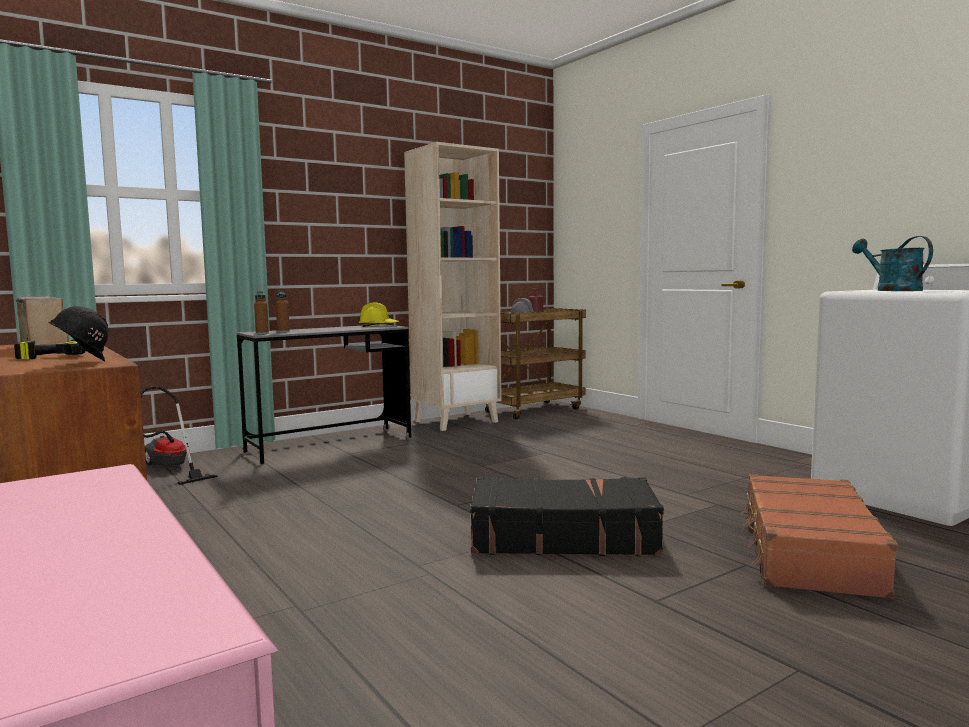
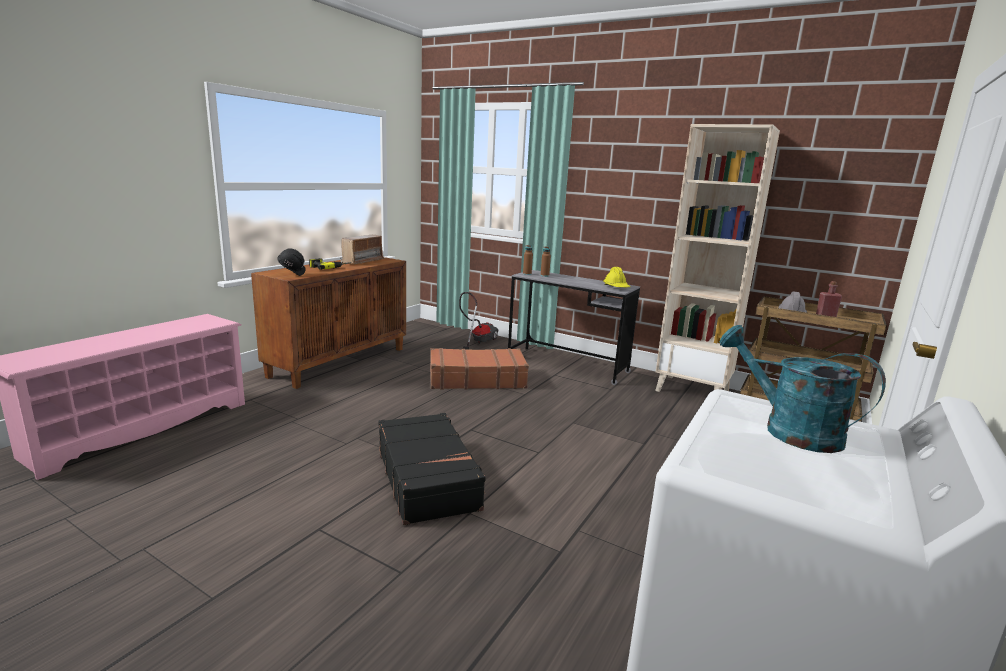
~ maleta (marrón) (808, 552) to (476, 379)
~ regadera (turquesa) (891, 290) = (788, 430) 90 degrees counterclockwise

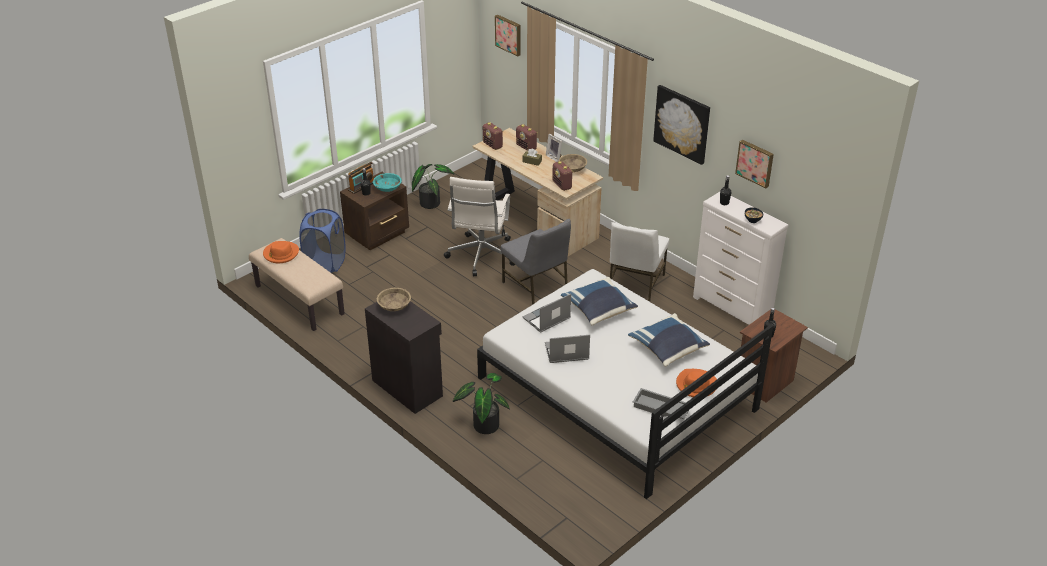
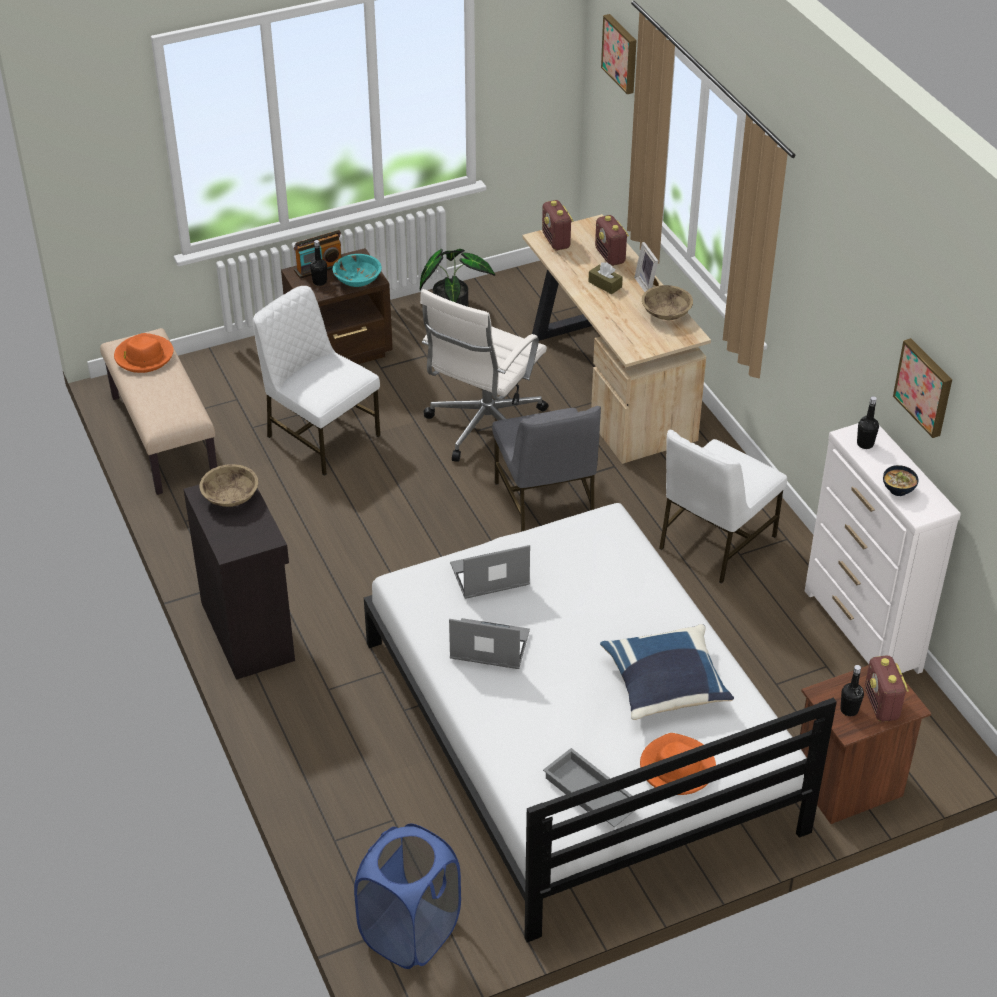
+ silla (blanco) (321, 436)
~ cesto de la ropa (azul) (325, 264) to (410, 932)
~ radio (562, 185) to (881, 705)
- planta en maceta (484, 424)
- cojín (azul) (599, 310)
- cuadro (682, 124)

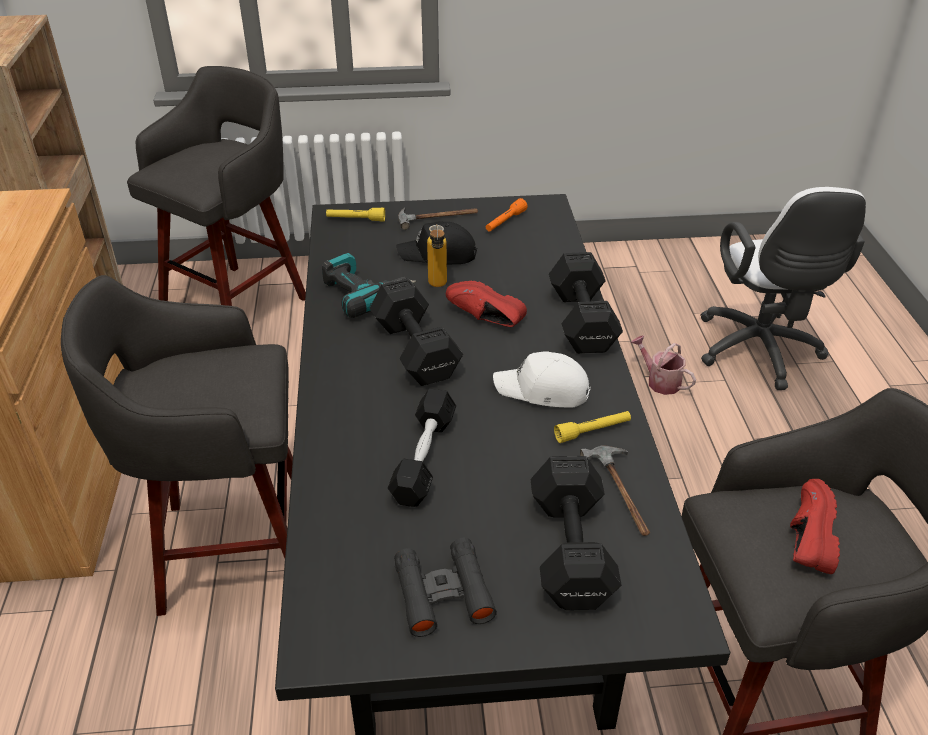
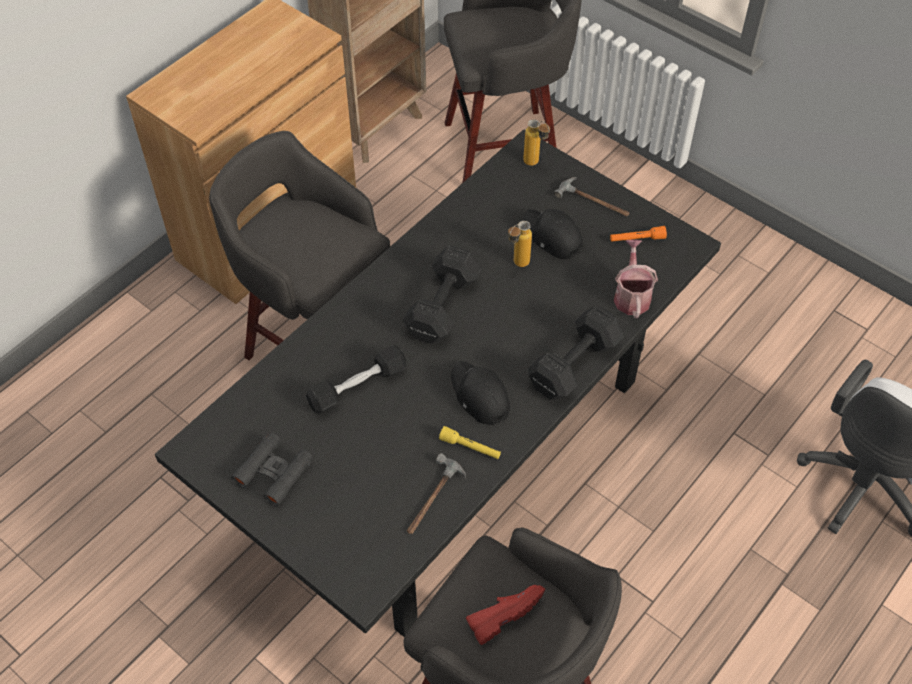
~ gorra (blanco) (543, 390) to gorra (negro) (479, 396)
~ linterna (amarillo) (356, 219) to botella (535, 164)
~ regadera (660, 381) to (631, 295)
- taladro (365, 294)
- zapato (rojo) (484, 319)
- mancuerna (negro) (571, 547)

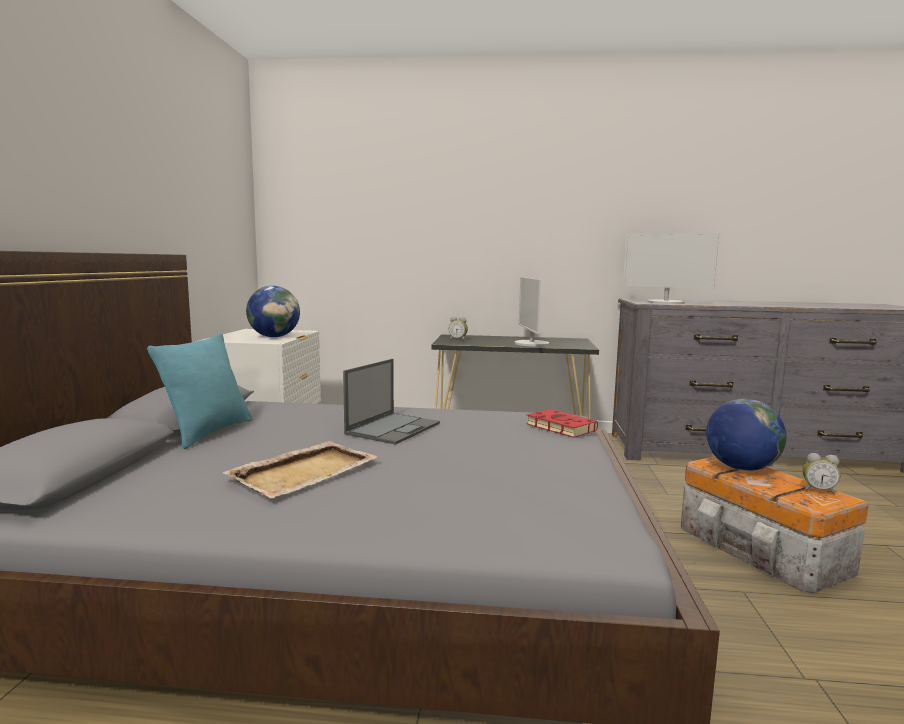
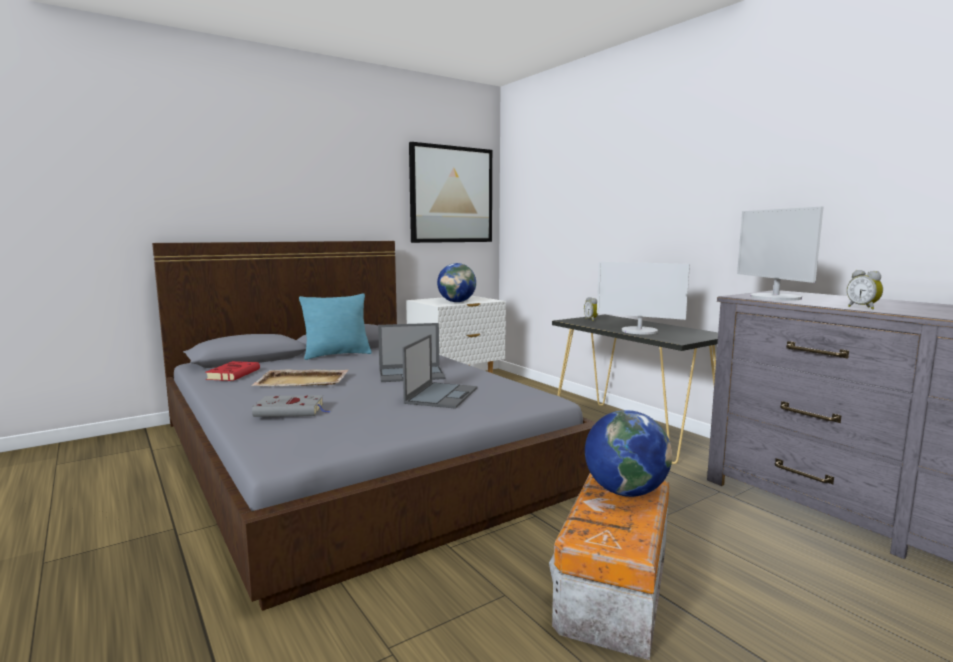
~ libro (rojo) (559, 427) to (234, 374)
+ libro (gris) (291, 411)
+ portátil (442, 395)
+ cuadro (451, 195)
~ monitor (531, 344) = (639, 331) 105 degrees counterclockwise
~ despertador (818, 490) to (863, 308)

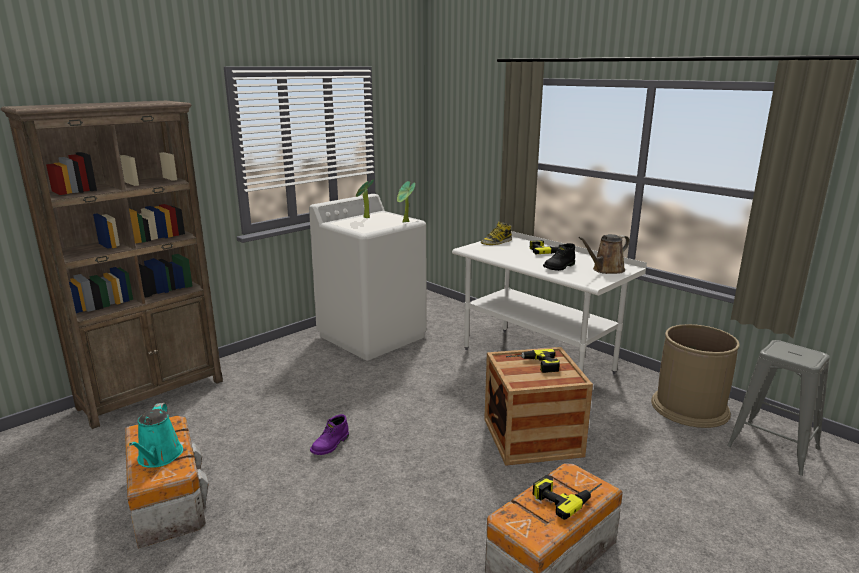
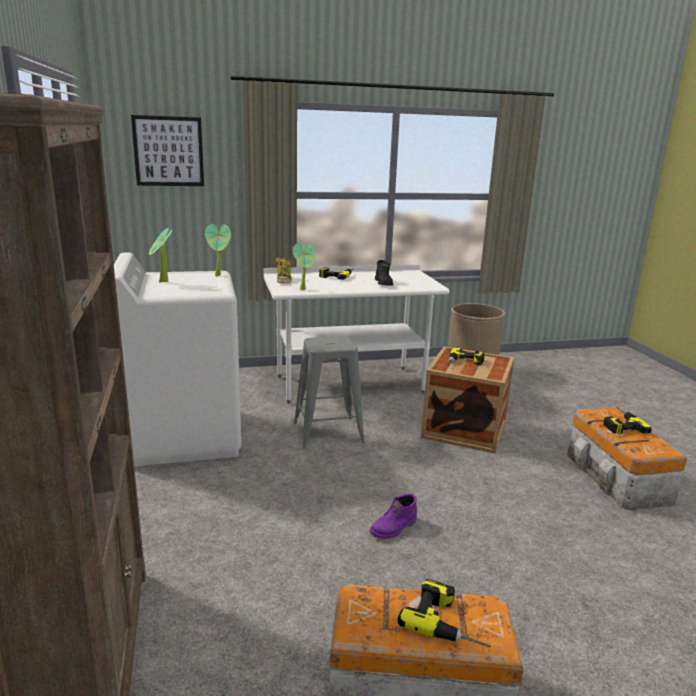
+ cuadro (168, 151)
+ planta en maceta (304, 289)
~ taburete (gris) (773, 447) to (328, 432)
~ bota (morado) (331, 445) = (394, 528) 75 degrees clockwise
~ regadera (turquesa) (159, 457) to taladro (448, 621)
- regadera (marrón) (606, 270)

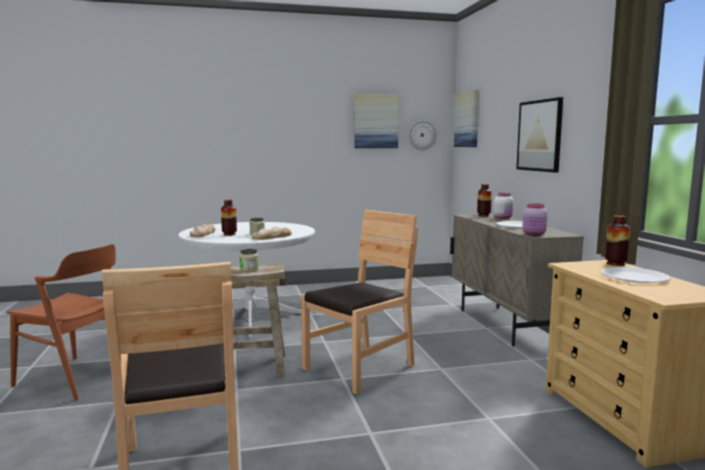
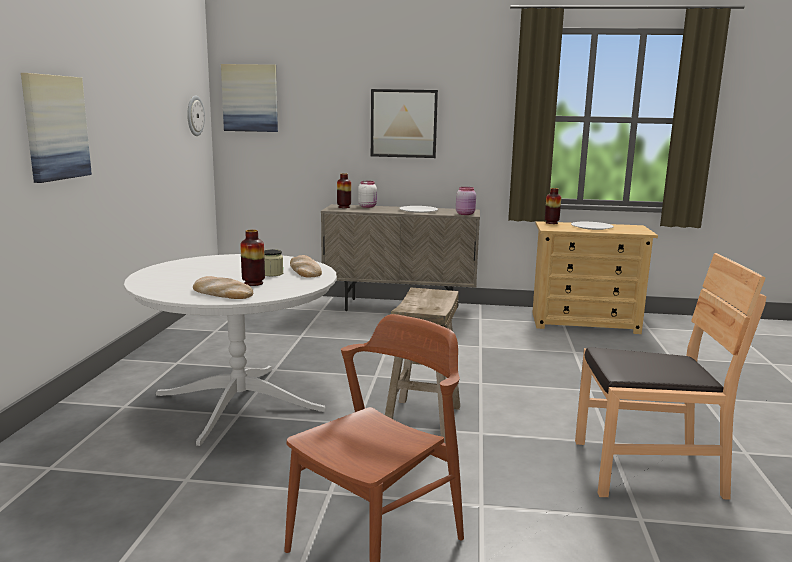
~ cuadro (376, 121) to (55, 127)
- tarro (249, 269)
- silla (marrón) (360, 368)

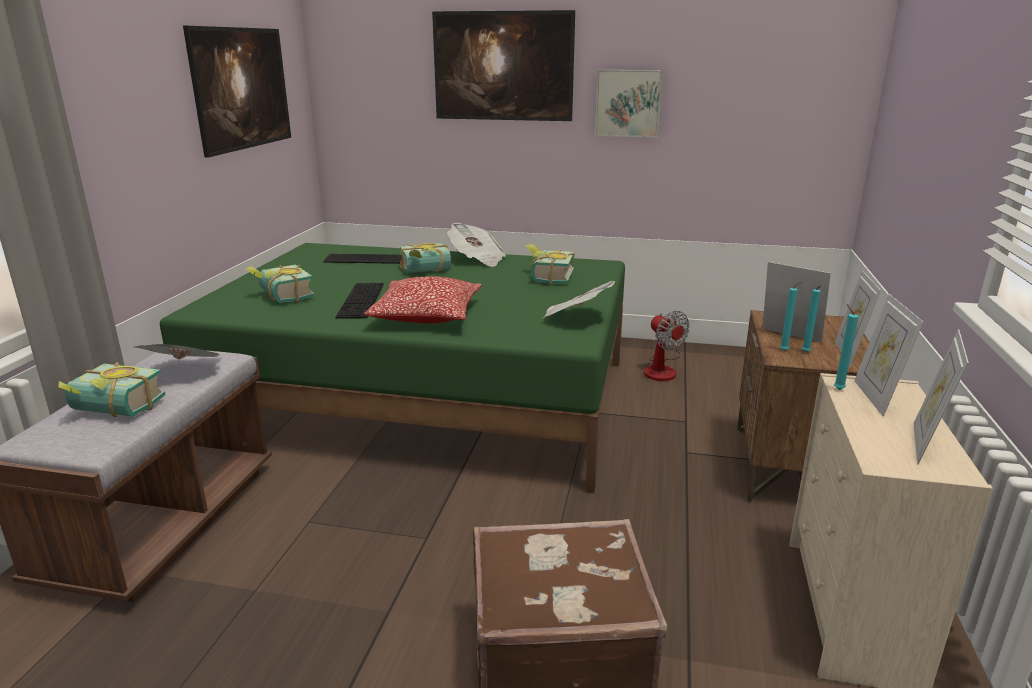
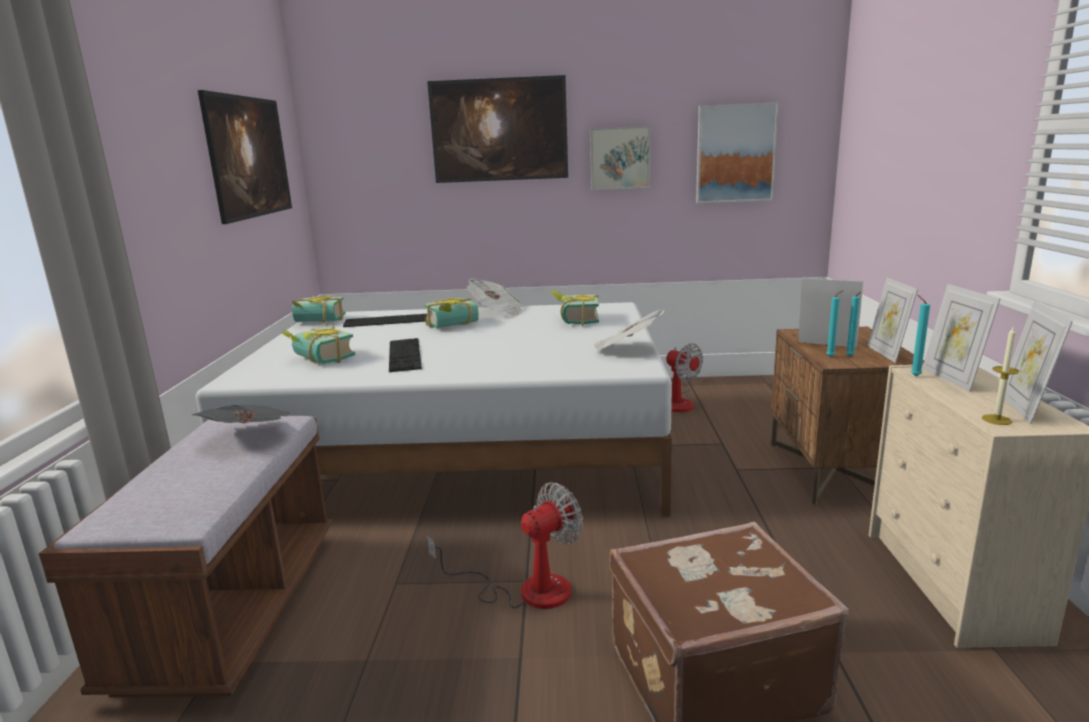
~ cama (verde) (425, 397) to cama (blanco) (463, 452)
~ libro (113, 411) to (318, 322)
+ ventilador (526, 590)
+ cuadro (735, 153)
+ vela (996, 419)
- cojín (426, 316)

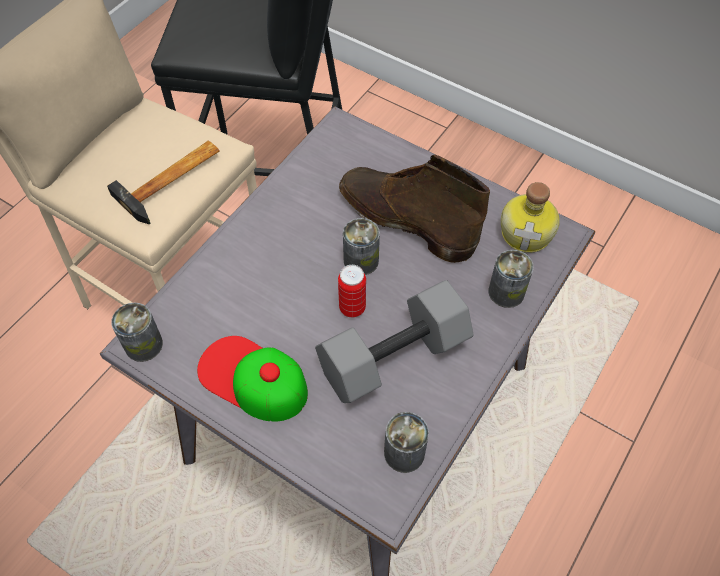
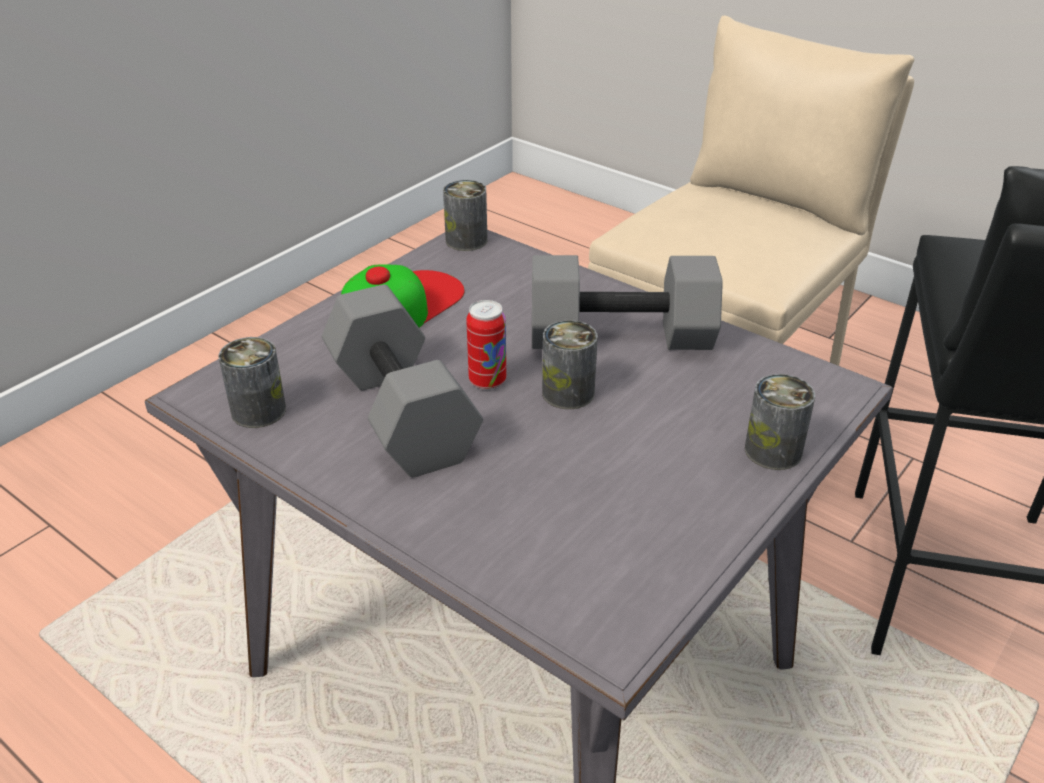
+ mancuerna (gris) (618, 338)
~ lata (506, 292) to (773, 451)
- martillo (173, 181)
- bota (marrón) (405, 219)
- botella (527, 233)

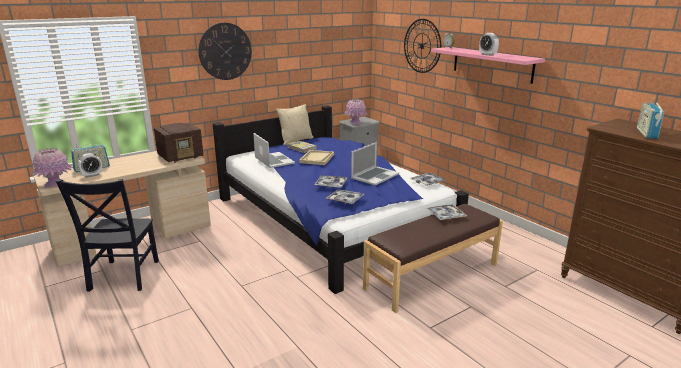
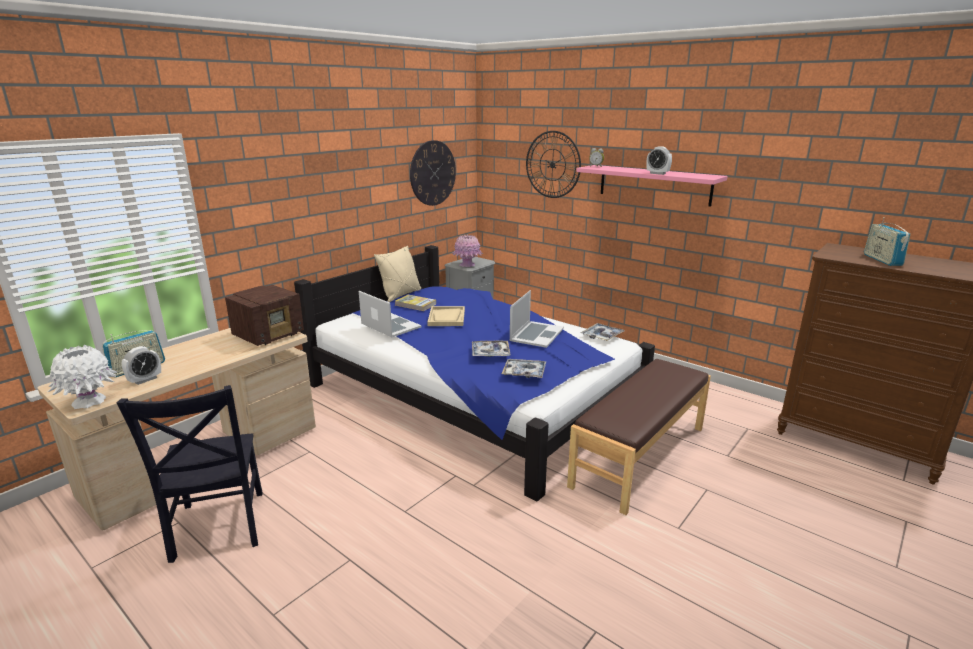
~ florero (rosa) (55, 184) to florero (blanco) (89, 401)
~ reloj de pared (225, 51) to (433, 173)
- bandeja (446, 215)

